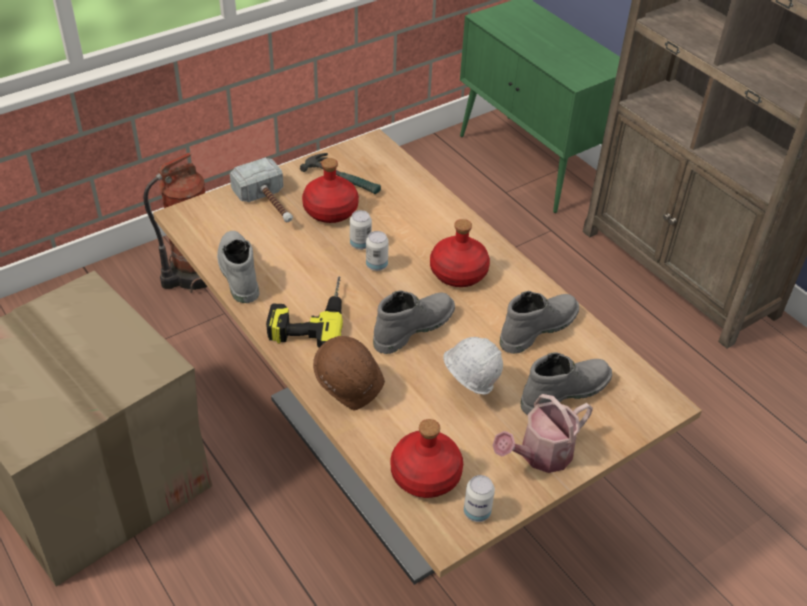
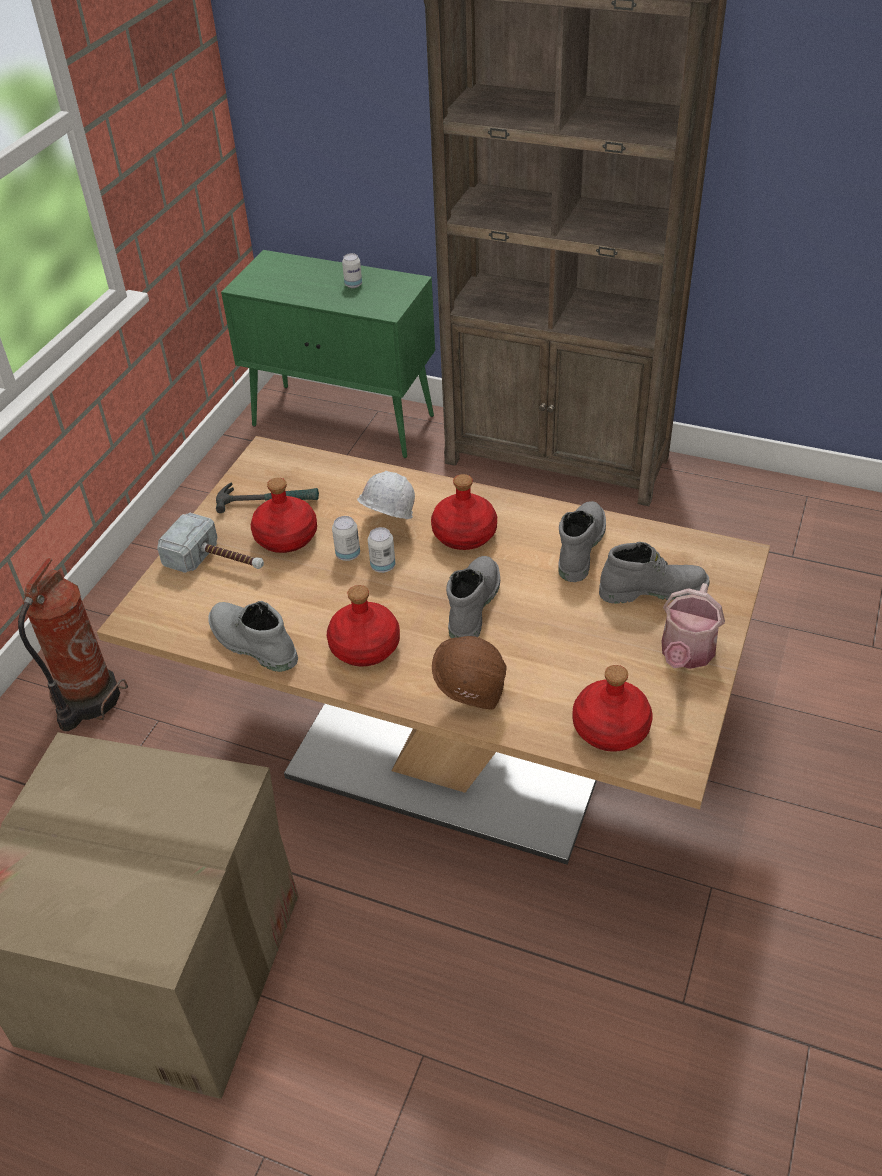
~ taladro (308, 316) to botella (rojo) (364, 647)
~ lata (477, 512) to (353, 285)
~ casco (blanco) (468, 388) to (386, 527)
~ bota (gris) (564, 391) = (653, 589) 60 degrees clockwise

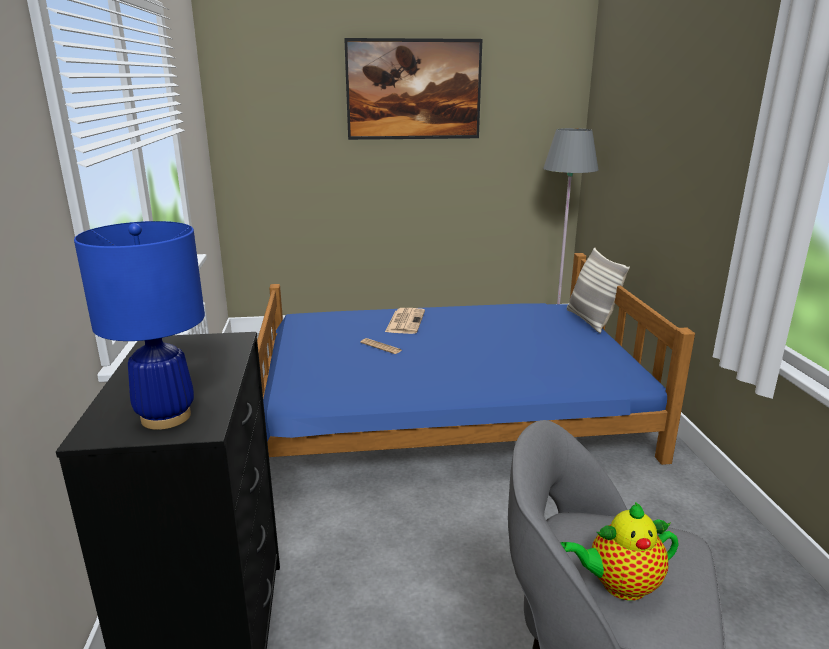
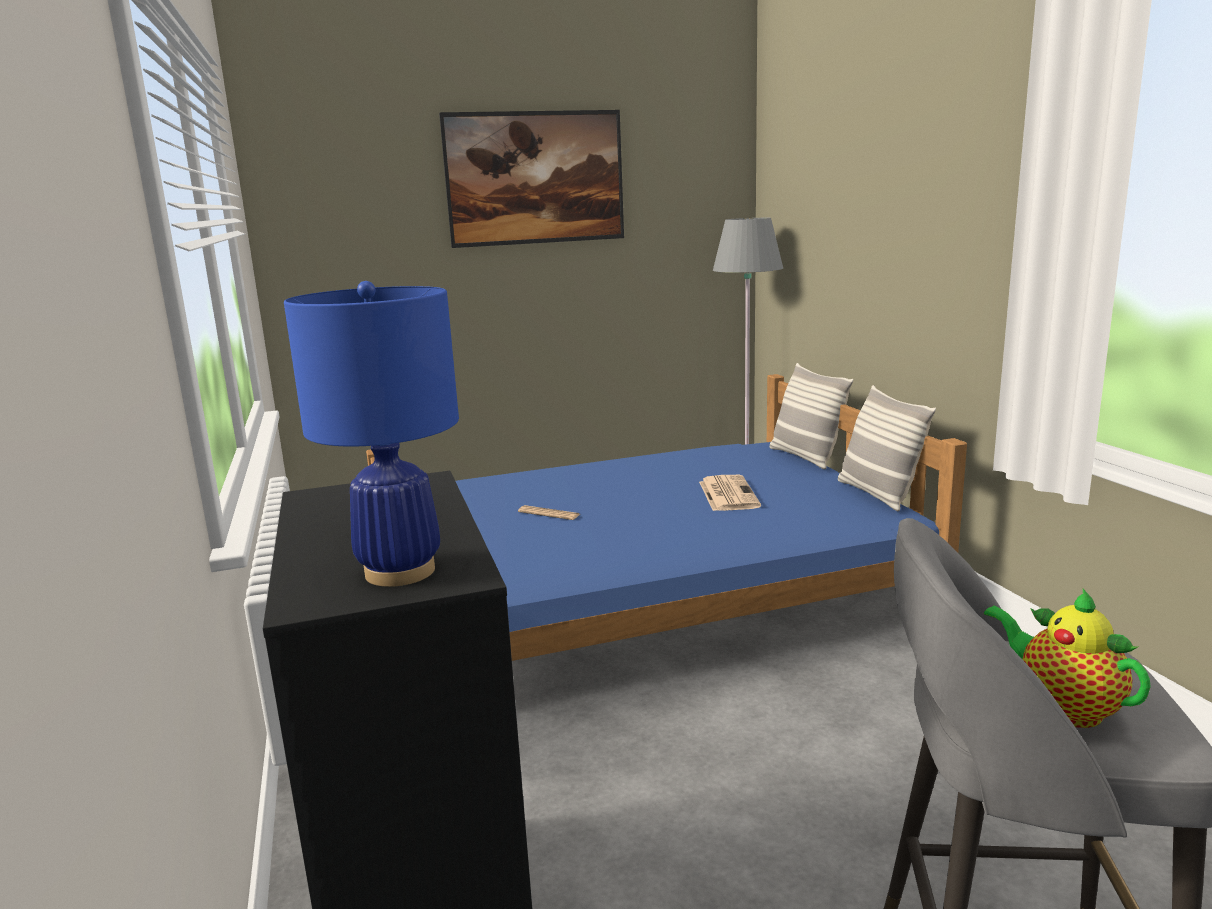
~ periódico (405, 321) to (727, 494)
+ cojín (878, 494)
~ tetera (619, 585) = (1062, 707) 75 degrees clockwise

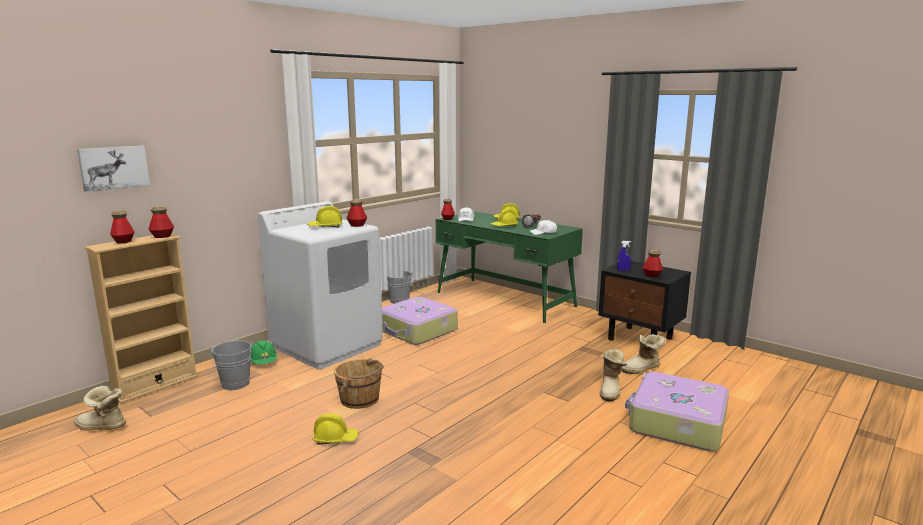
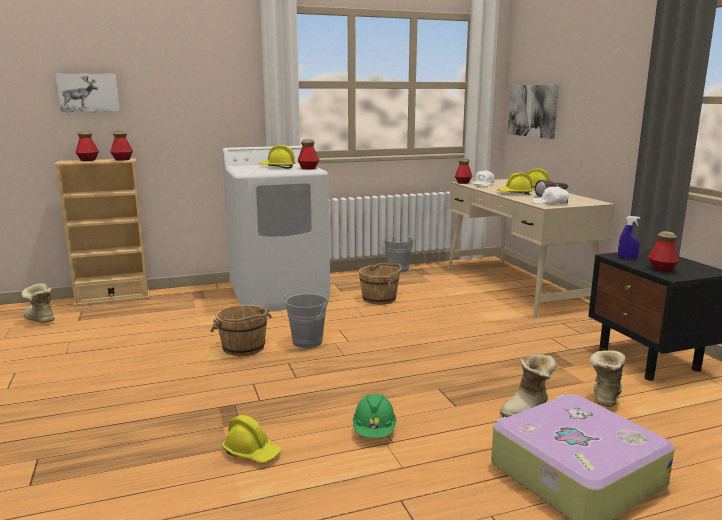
~ casco (amarillo) (335, 439) to (252, 452)
~ cubo (gris) (235, 385) to (306, 343)
~ casco (verde) (264, 363) to (374, 431)
~ maleta (417, 330) to cubo (marrón) (380, 298)
~ escritorio (verde) (504, 299) to escritorio (beis) (516, 286)
+ cuadro (533, 110)
~ bota (642, 369) = (604, 396) 105 degrees clockwise

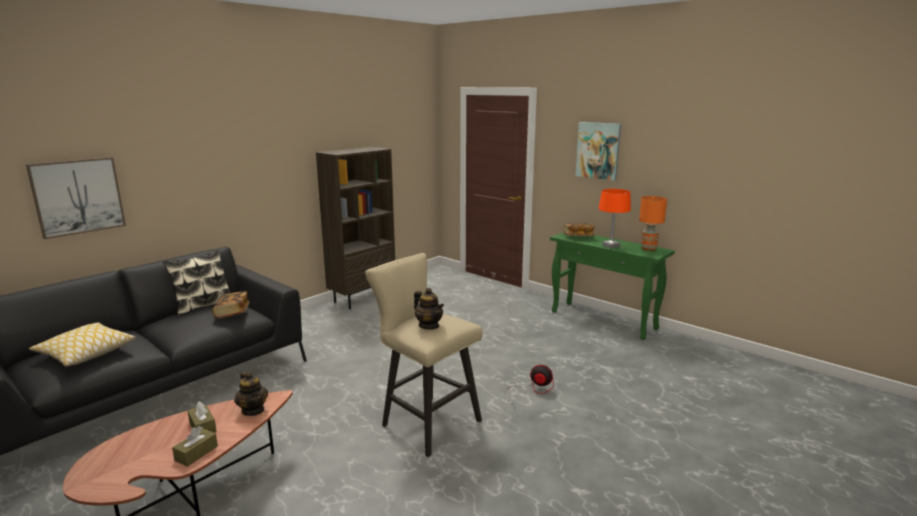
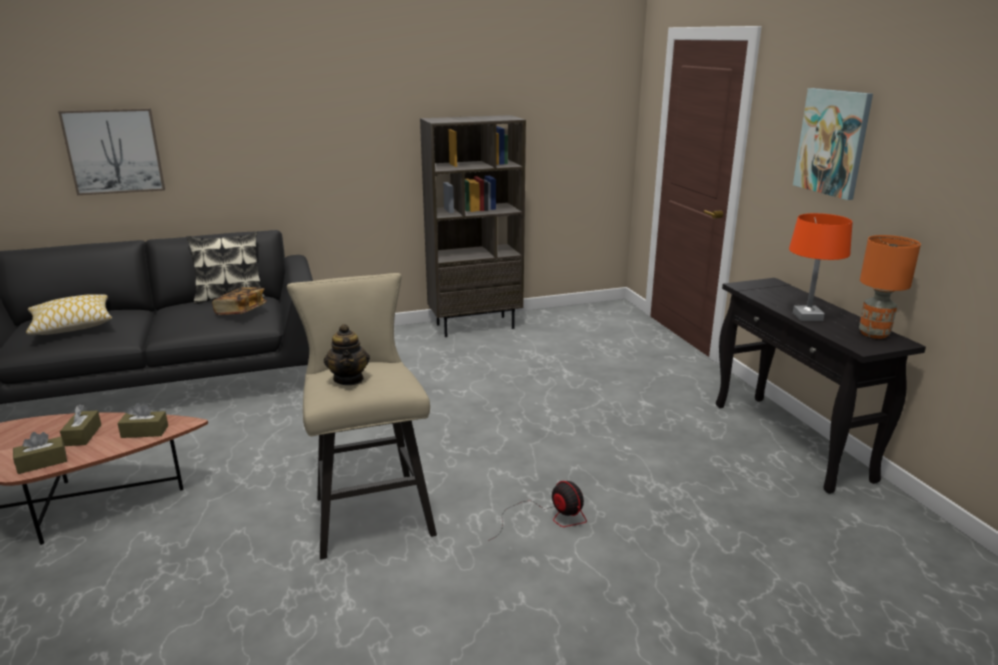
~ tetera (253, 410) to caja de pañuelos (marrón) (145, 432)
~ mesa consola (verde) (604, 320) to mesa consola (negro) (791, 441)
- libro (578, 236)

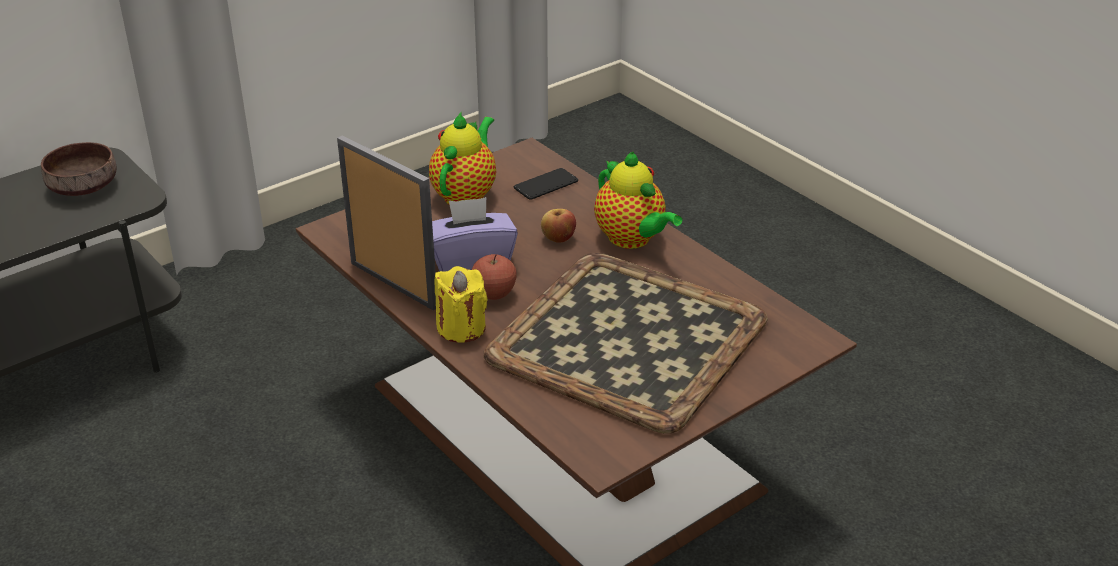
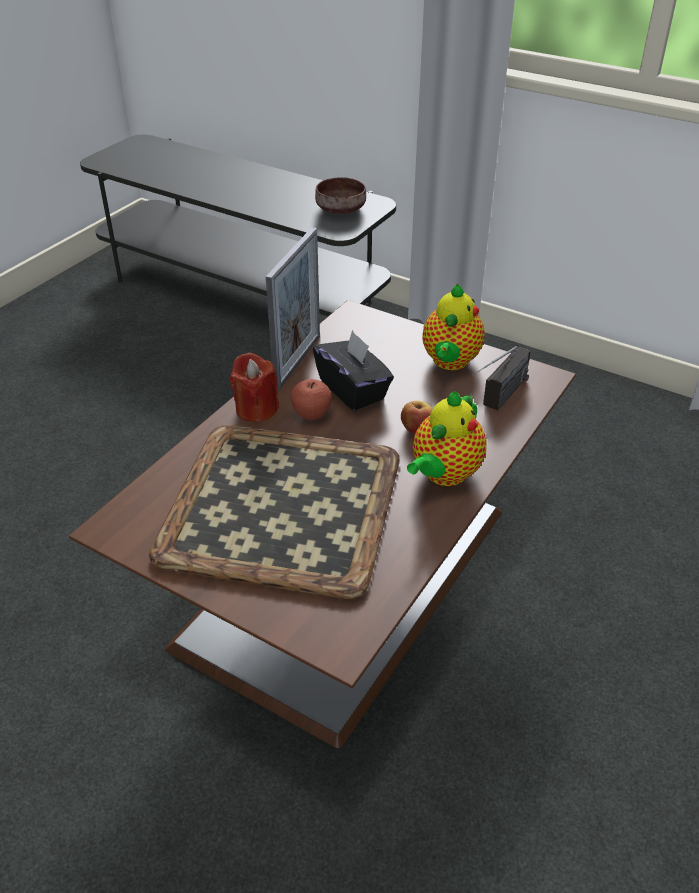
~ vela (amarillo) (461, 328) to vela (rojo) (256, 409)
~ caja de pañuelos (morado) (471, 260) to caja de pañuelos (negro) (353, 390)
~ tetera (466, 194) = (450, 362) 105 degrees clockwise
~ móvil (546, 185) to radio (498, 401)

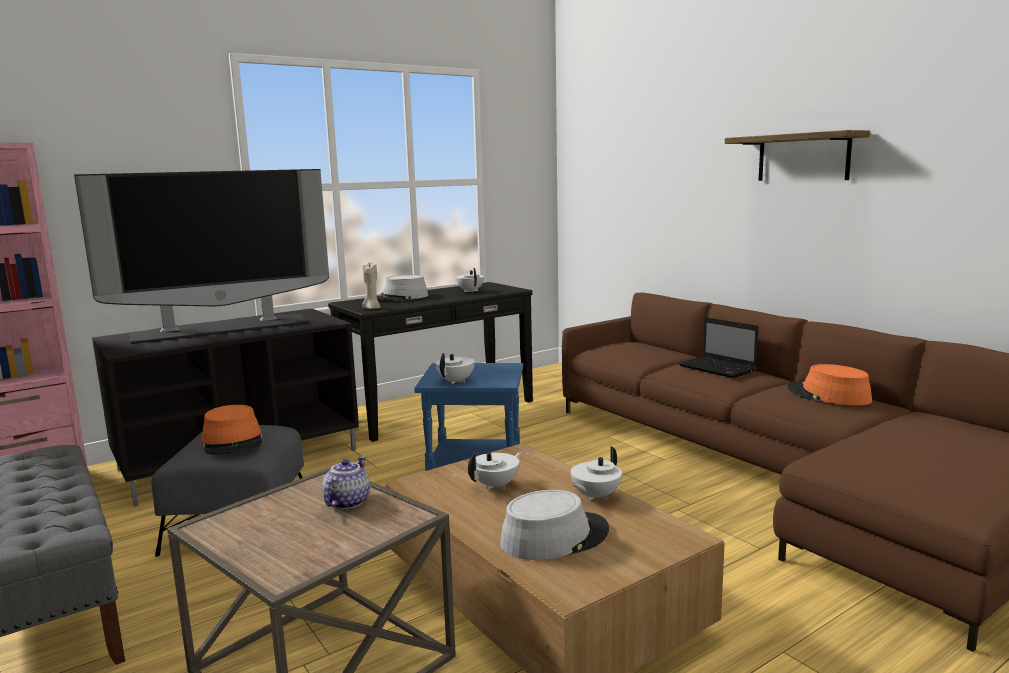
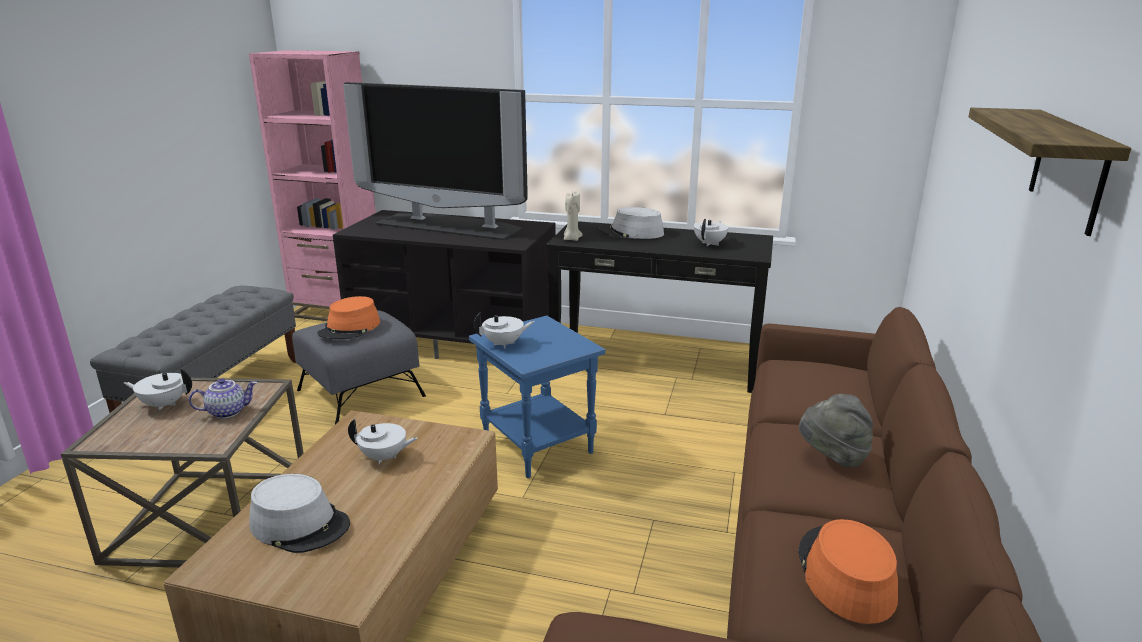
~ tetera (blanco) (595, 496) to (164, 404)
~ portátil (719, 368) to sombrero (gris) (832, 458)

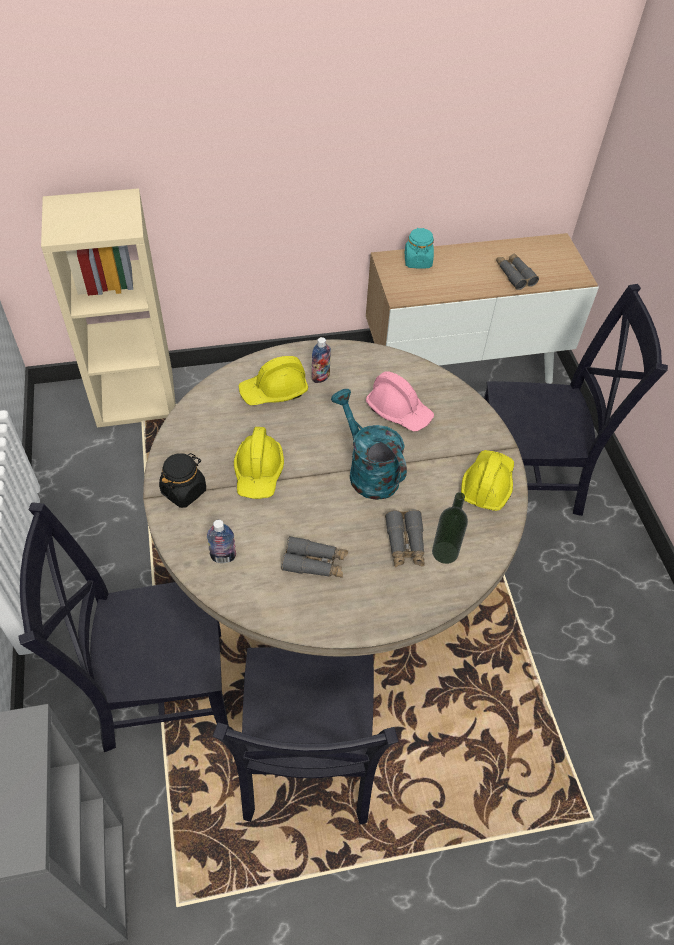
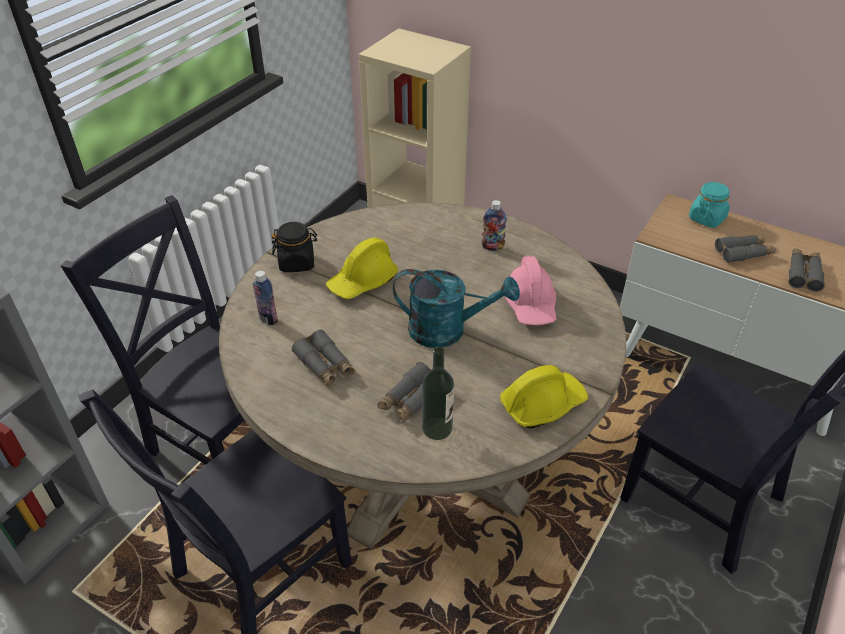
~ regadera (turquesa) (367, 471) = (447, 330) 90 degrees clockwise
+ prismáticos (gris) (743, 253)
- casco (amarillo) (274, 391)

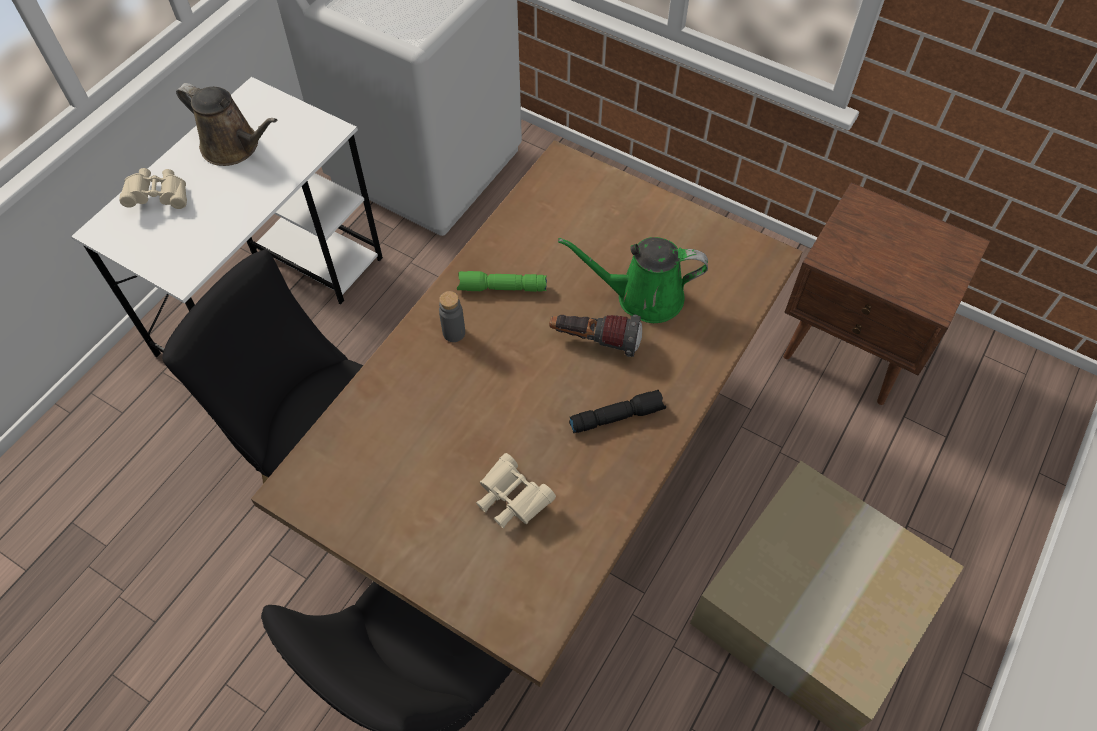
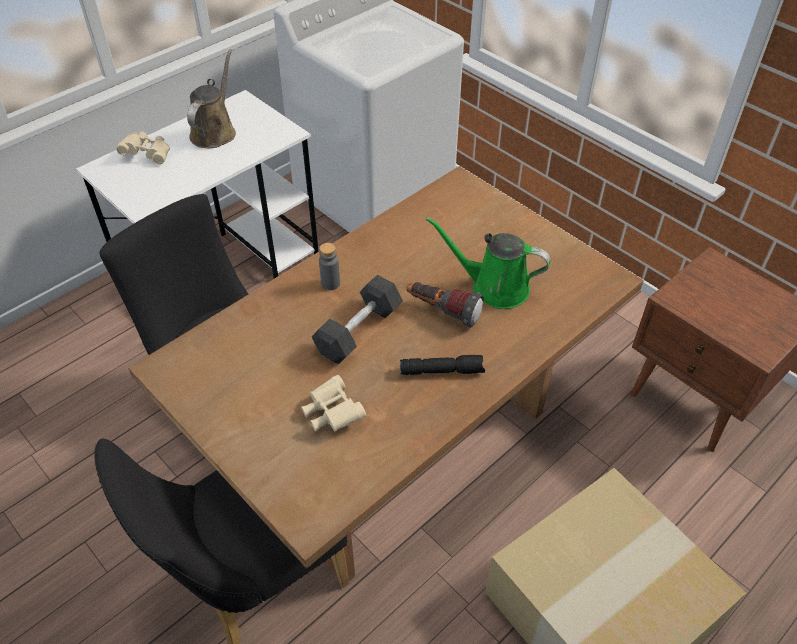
~ regadera (marrón) (234, 147) = (215, 132) 120 degrees counterclockwise
+ mancuerna (negro) (358, 330)
- linterna (verde) (501, 288)

